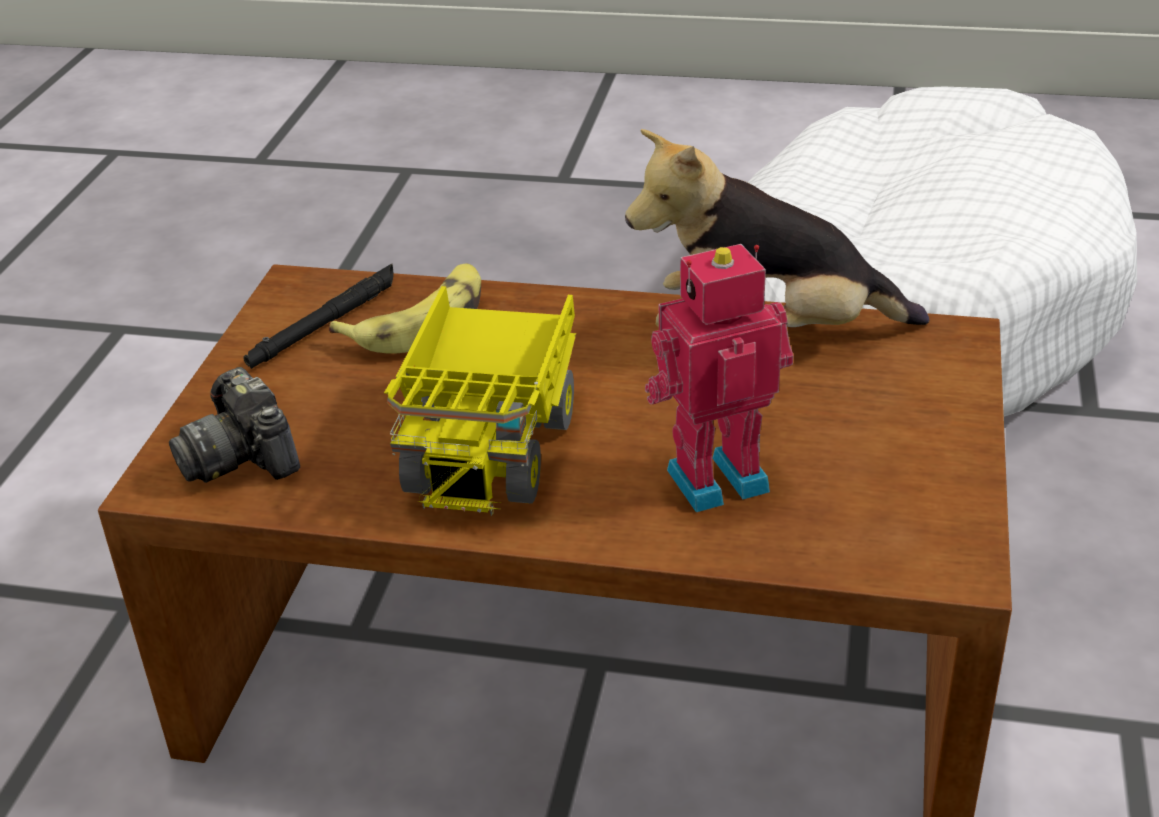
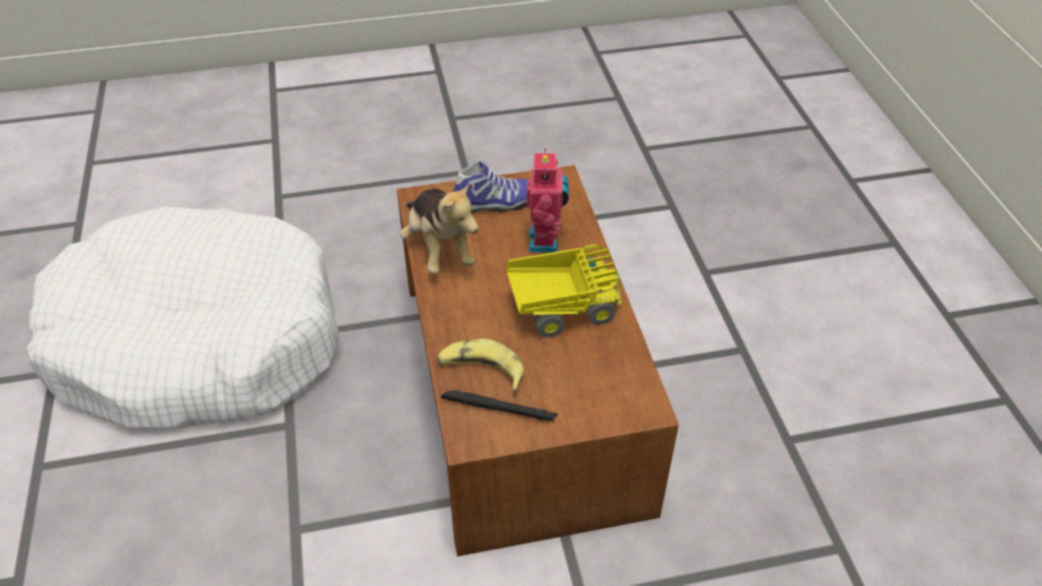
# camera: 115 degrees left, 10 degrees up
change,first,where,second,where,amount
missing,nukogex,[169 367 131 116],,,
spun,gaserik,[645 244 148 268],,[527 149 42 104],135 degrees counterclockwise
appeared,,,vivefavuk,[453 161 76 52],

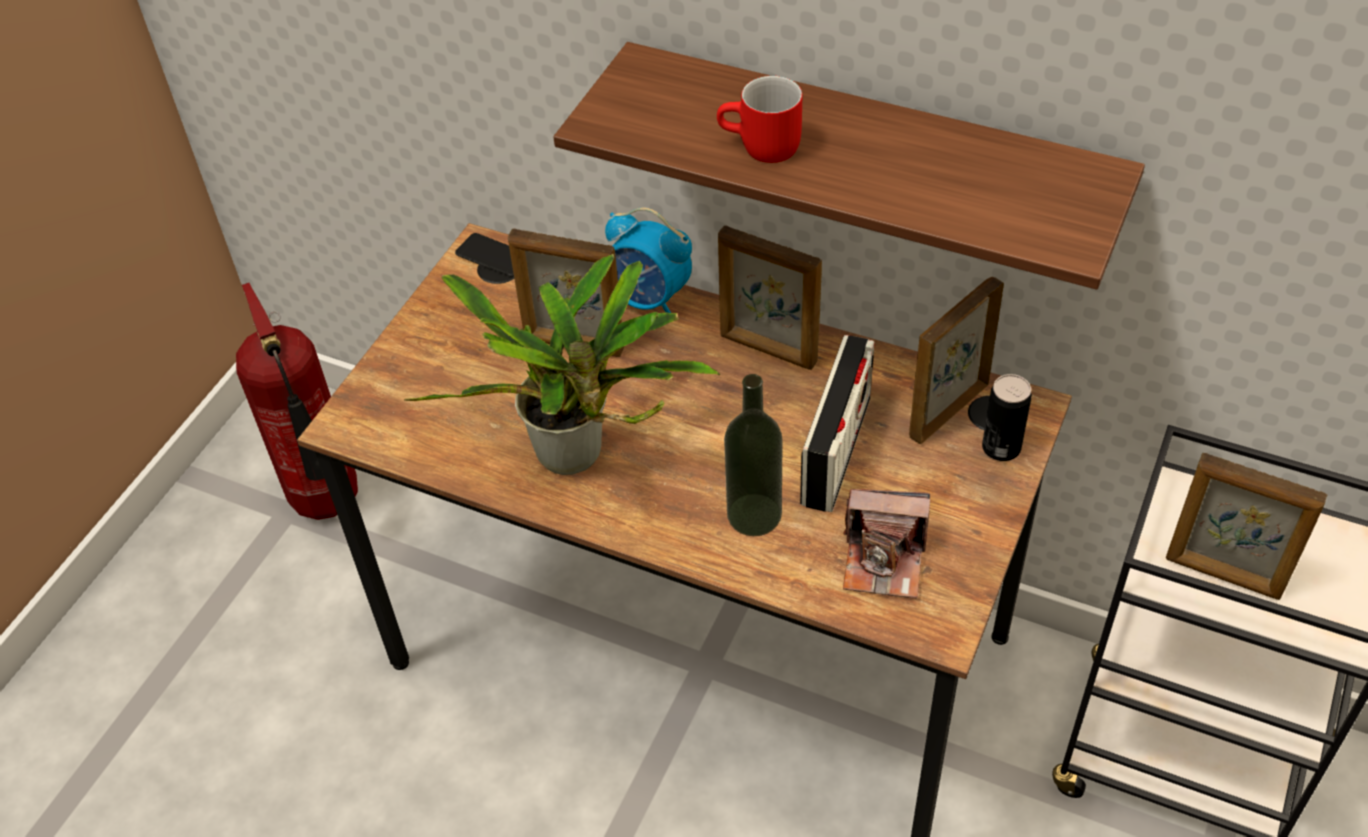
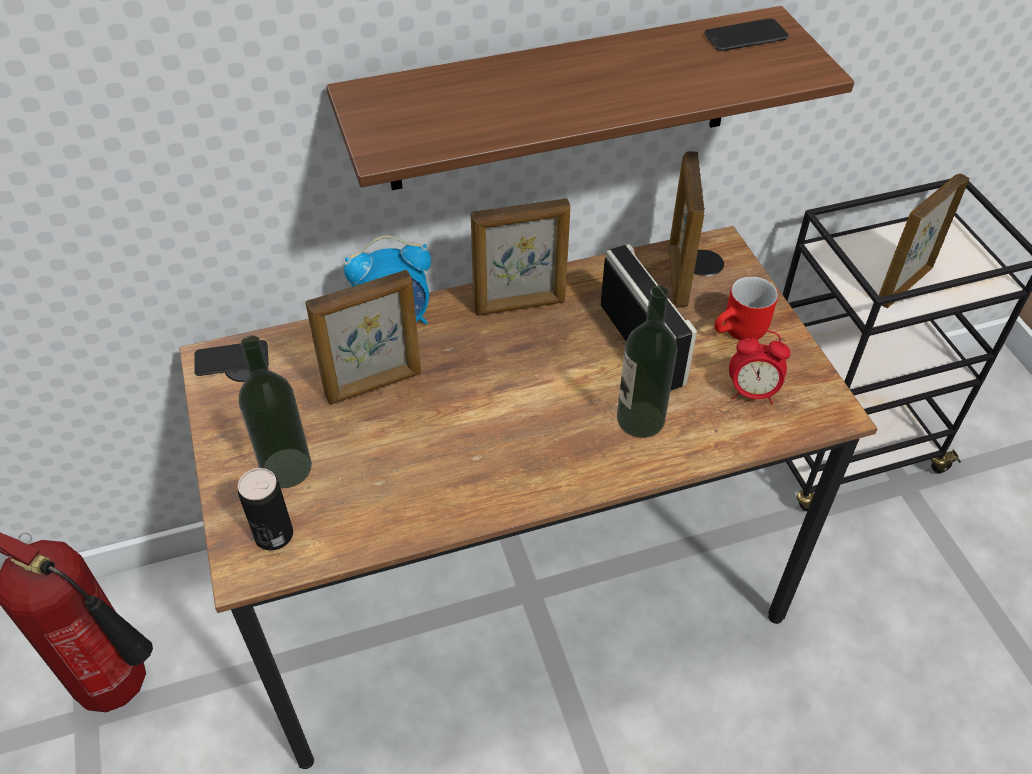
# camera: 45 degrees left, 0 degrees up
change,first,where,second,where,amount
missing,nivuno,[404 254 317 221],,,
relocated,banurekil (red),[717 76 85 87],,[714 276 64 64],
exchanged,nukogex,[843 489 87 110],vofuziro,[729 330 61 75],
relocated,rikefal,[982 374 50 87],,[238 468 55 83],
spun,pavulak,[1166 452 161 148],,[879 173 90 135],150 degrees clockwise
appeared,,,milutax,[239 335 73 153],
appeared,,,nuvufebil,[704 18 85 33],

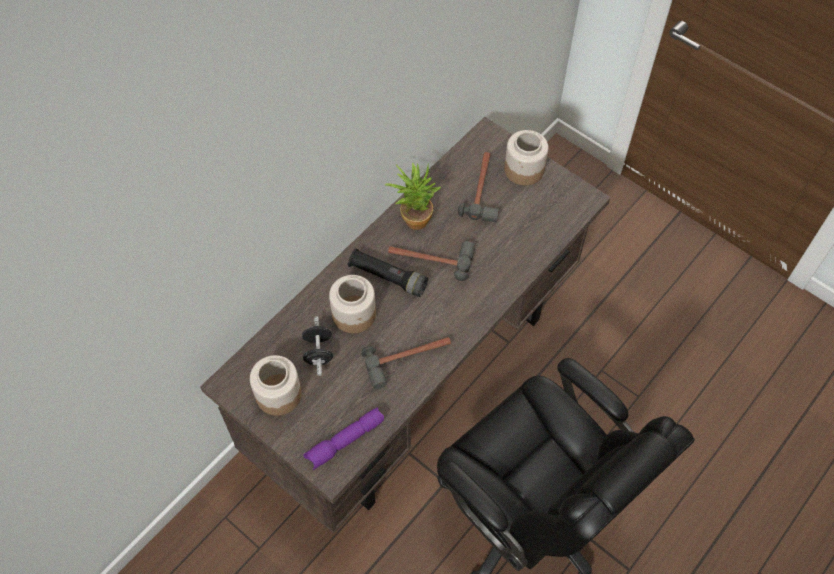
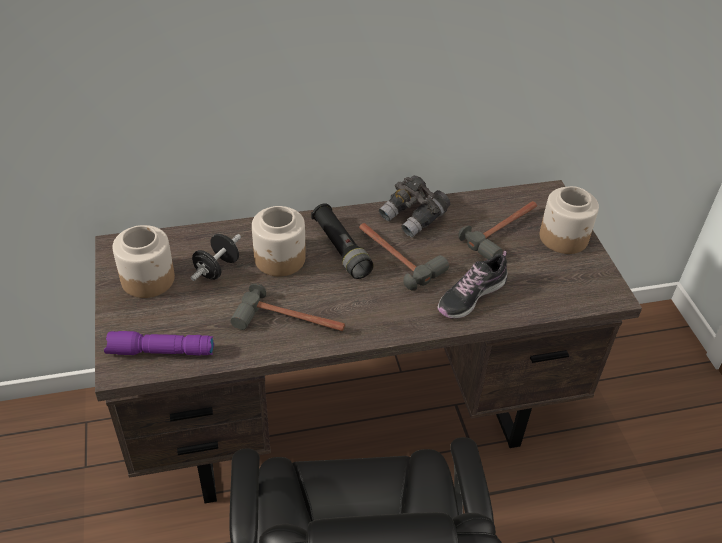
# camera: 35 degrees right, 15 degrees down
change,first,where,second,where,amount
exchanged,nivuno,[384 162 57 68],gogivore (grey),[379 175 71 62],
appeared,,,vivefavuk,[437 251 70 68],

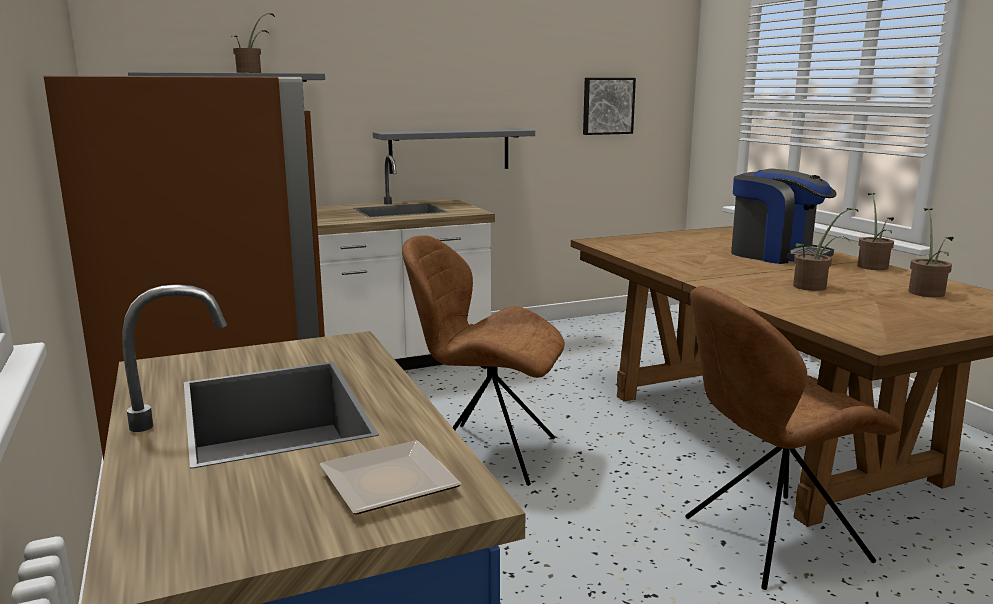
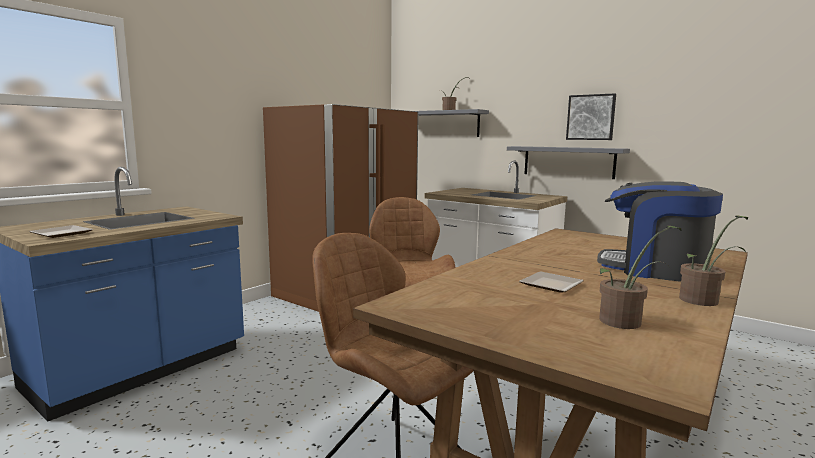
# camera: 60 degrees right, 5 degrees down
change,first,where,second,where,amount
relocated,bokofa,[583 78 53 57],,[566 93 50 47],
spun,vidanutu,[731 169 106 95],,[597 181 126 101],105 degrees clockwise
exchanged,nivuno,[793 208 65 83],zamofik,[519 271 65 22],

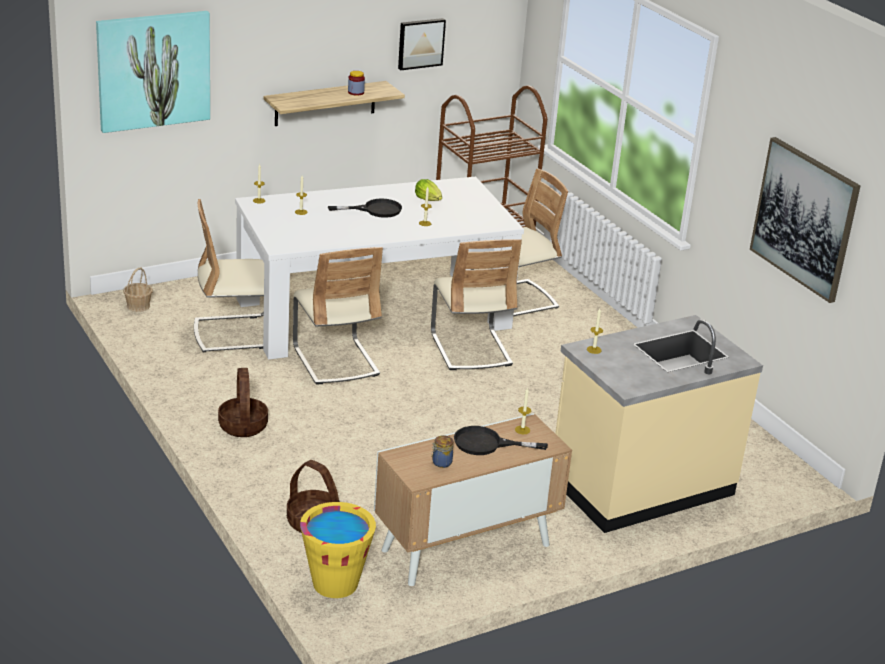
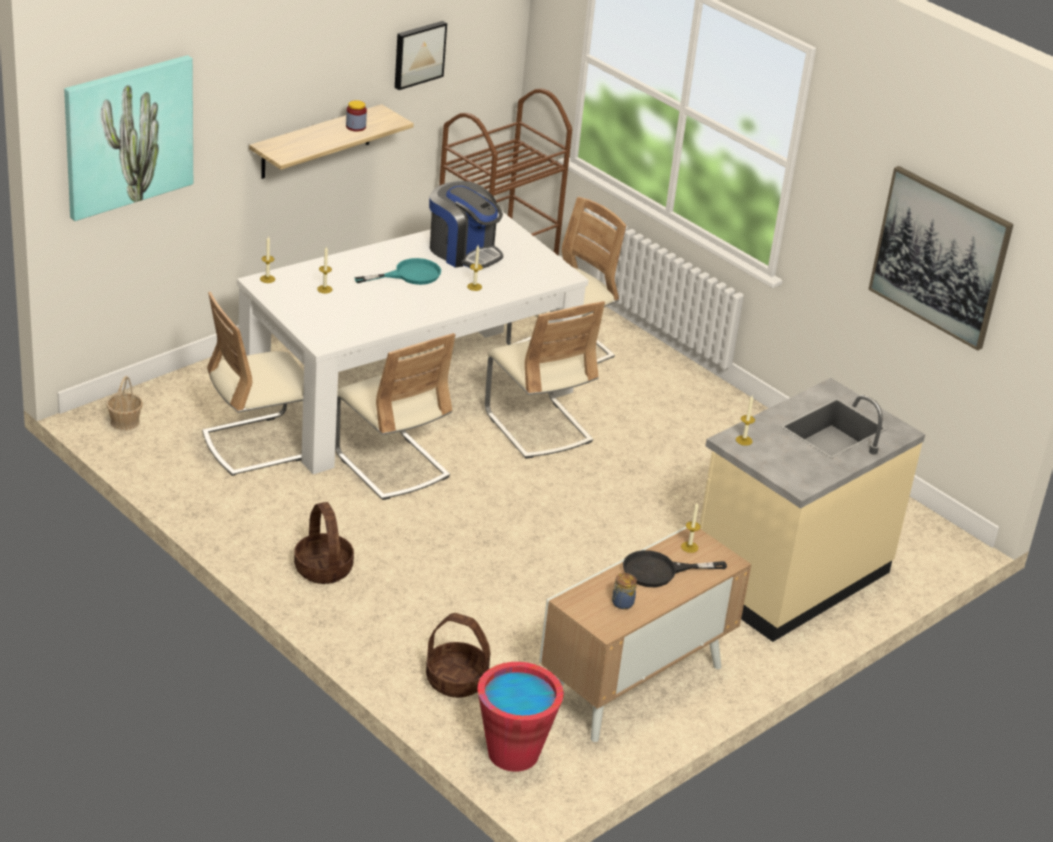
# camera: 15 degrees left, 5 degrees up
change,first,where,second,where,amount
colour,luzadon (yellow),[300 502 76 96],luzadon (red),[477 662 87 110],
colour,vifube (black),[328 198 74 20],vifube (turquoise),[354 258 87 27],
exchanged,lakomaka,[415 179 27 22],vidanutu,[429 181 74 88],

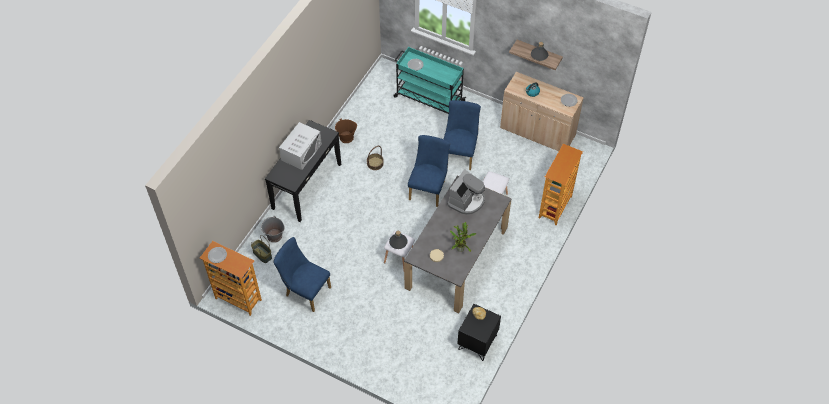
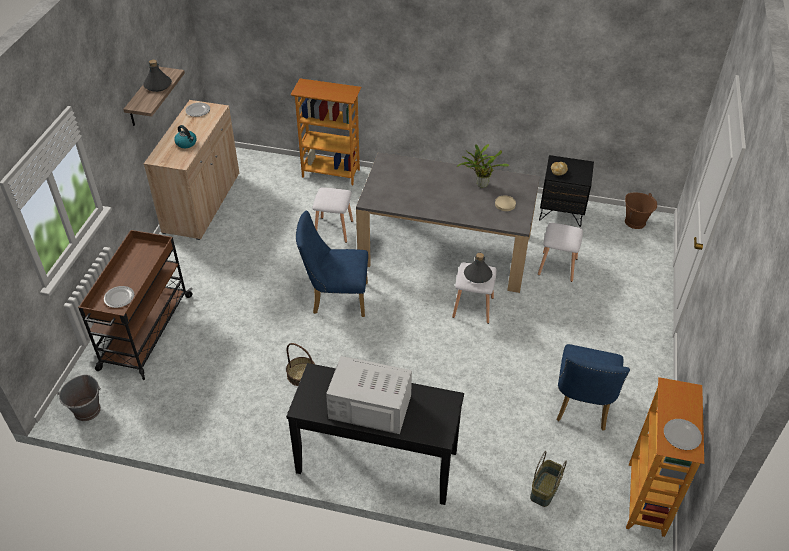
# camera: 105 degrees left, 10 degrees down
change,first,where,second,where,amount
relocated,luzadon (grey),[261 216 24 27],,[57 374 44 47],
relocated,luzadon (brown),[335 119 22 24],,[625 193 32 36],
colour,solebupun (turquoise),[393 47 73 67],solebupun (brown),[78 230 115 150],
missing,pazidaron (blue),[444 100 37 70],,,
missing,vidanutu,[448 169 37 46],,,
appeared,,,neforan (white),[538 223 45 59],

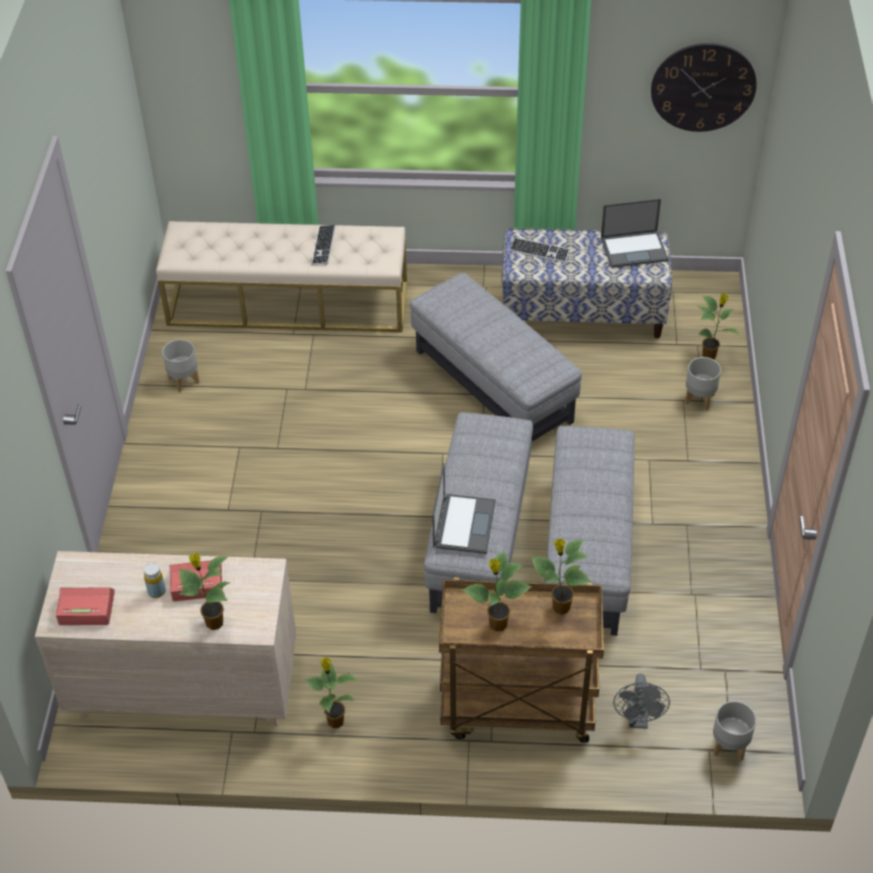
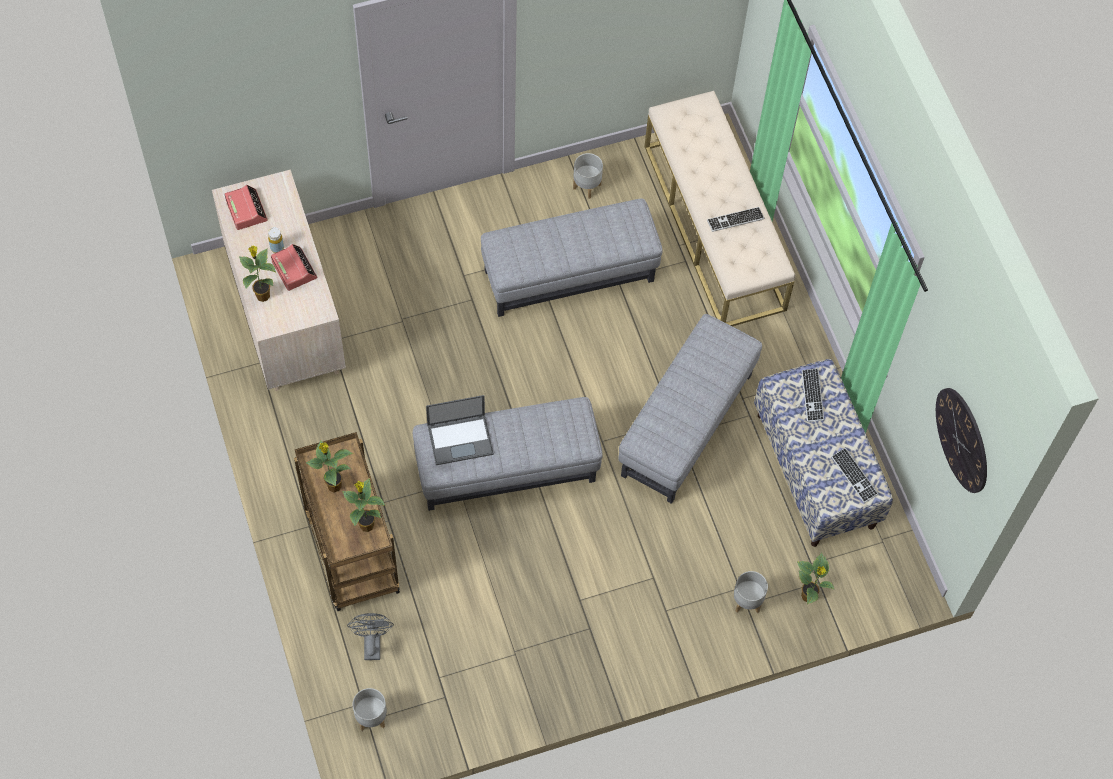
# camera: 65 degrees right, 15 degrees up
change,first,where,second,where,amount
missing,nivuno,[305 658 53 70],,,
relocated,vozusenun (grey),[546 426 88 210],,[481 199 182 118],
exchanged,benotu,[601 199 67 69],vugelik,[831 448 47 55],
spun,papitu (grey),[613 673 57 56],,[347 613 47 47],105 degrees clockwise

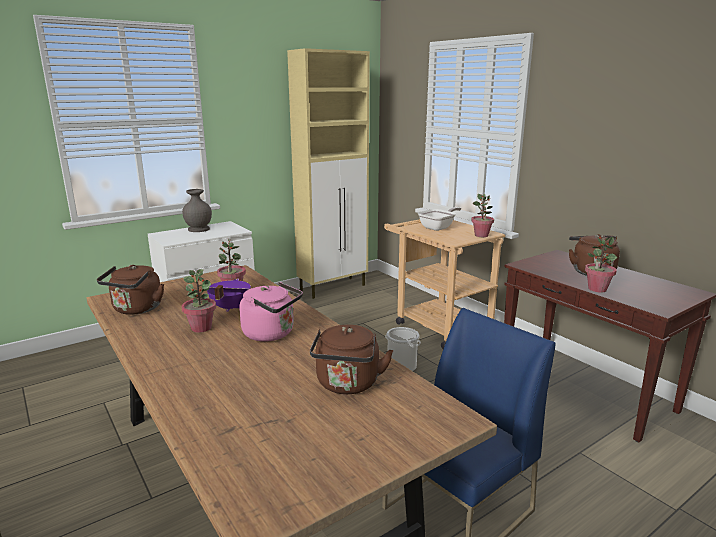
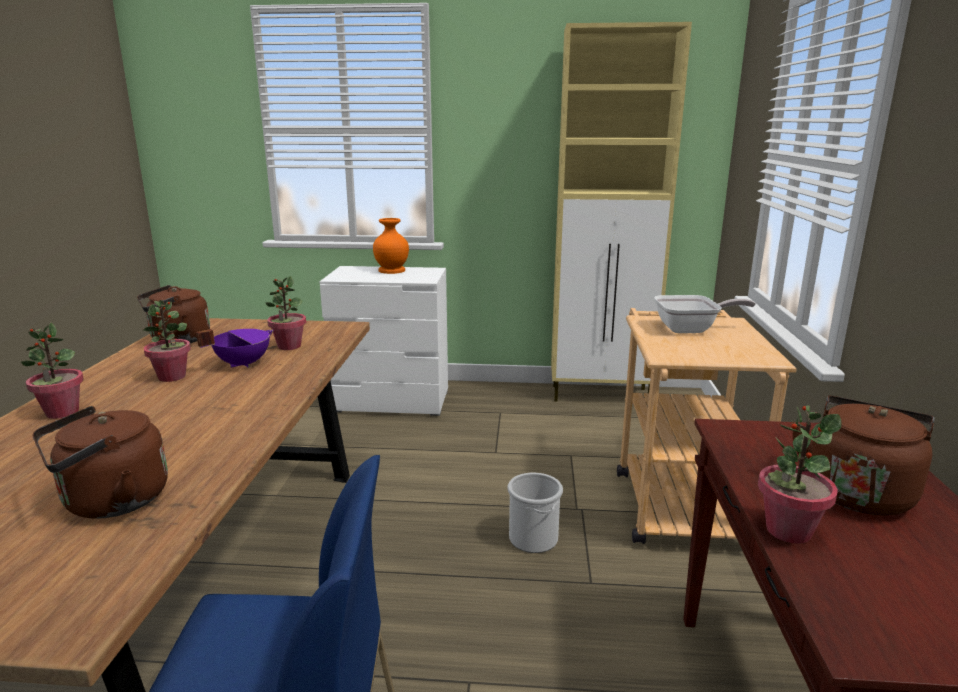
# camera: 40 degrees right, 0 degrees up
change,first,where,second,where,amount
colour,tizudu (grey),[182 189 30 43],tizudu (orange),[373 218 36 56],
missing,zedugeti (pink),[239 282 64 60],,,
relocated,nivuno,[471 194 23 43],,[21 323 63 96],

